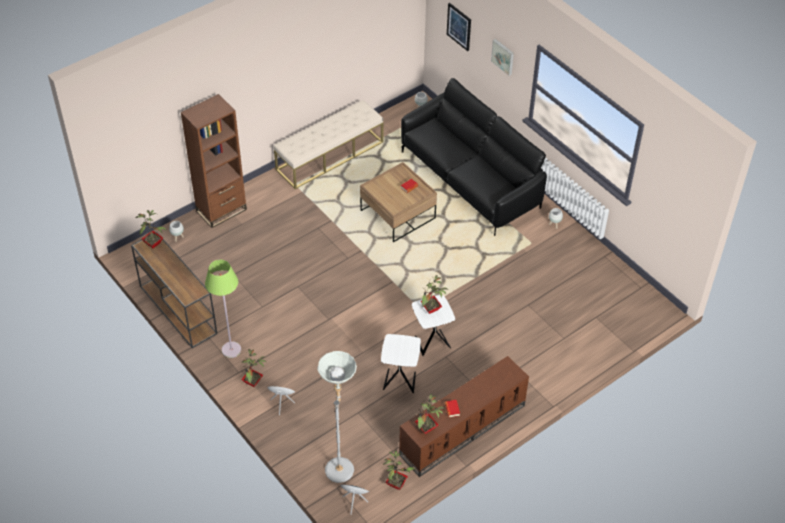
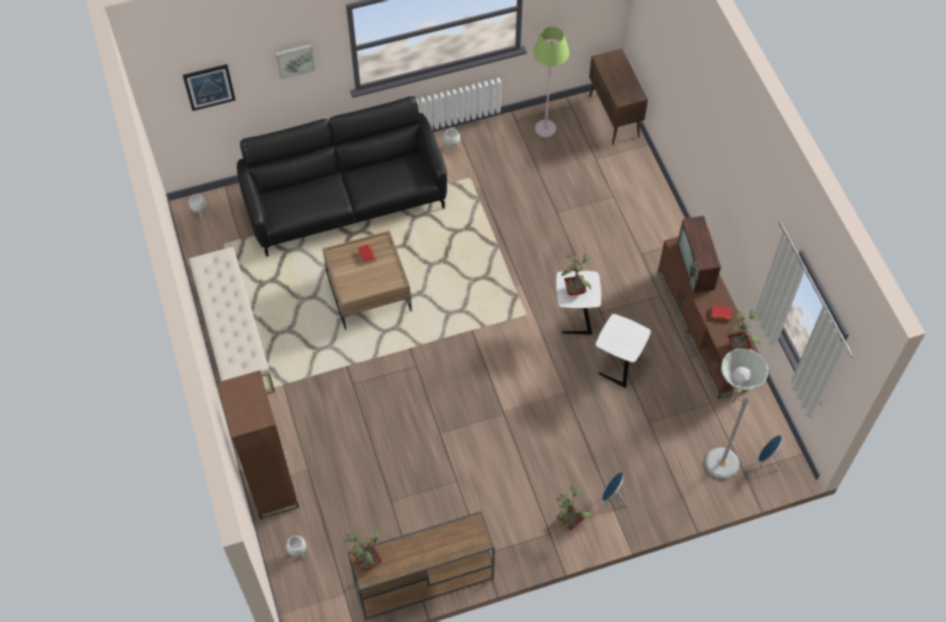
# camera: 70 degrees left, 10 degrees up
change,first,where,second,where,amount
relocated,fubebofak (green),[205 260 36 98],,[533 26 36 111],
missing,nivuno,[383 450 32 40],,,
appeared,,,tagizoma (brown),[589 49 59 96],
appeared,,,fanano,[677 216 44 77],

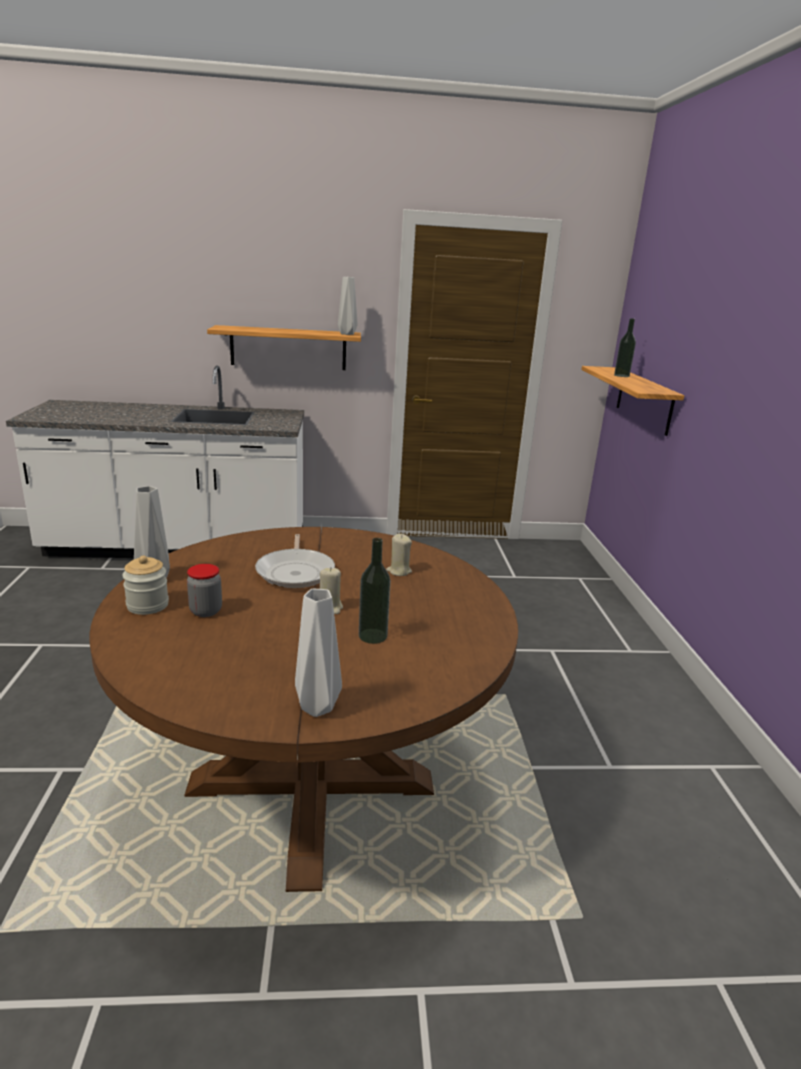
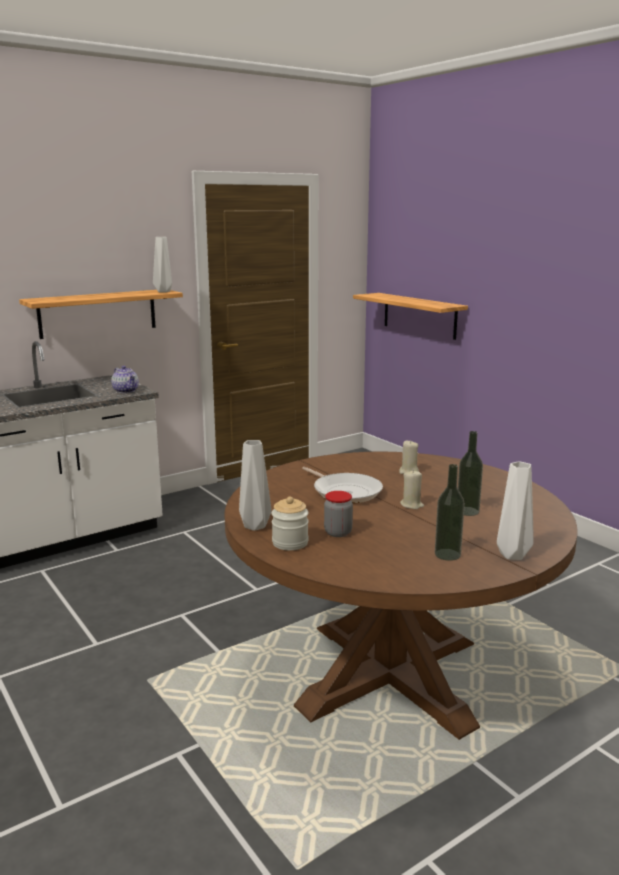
# camera: 30 degrees left, 5 degrees down
change,first,where,second,where,amount
relocated,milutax,[614 318 22 59],,[435 464 30 97],
appeared,,,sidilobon,[111 366 28 27],

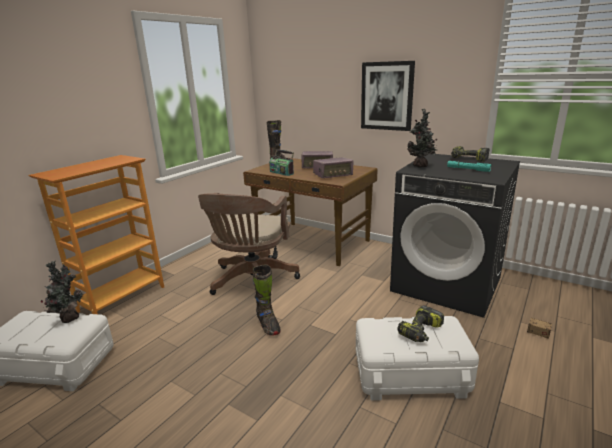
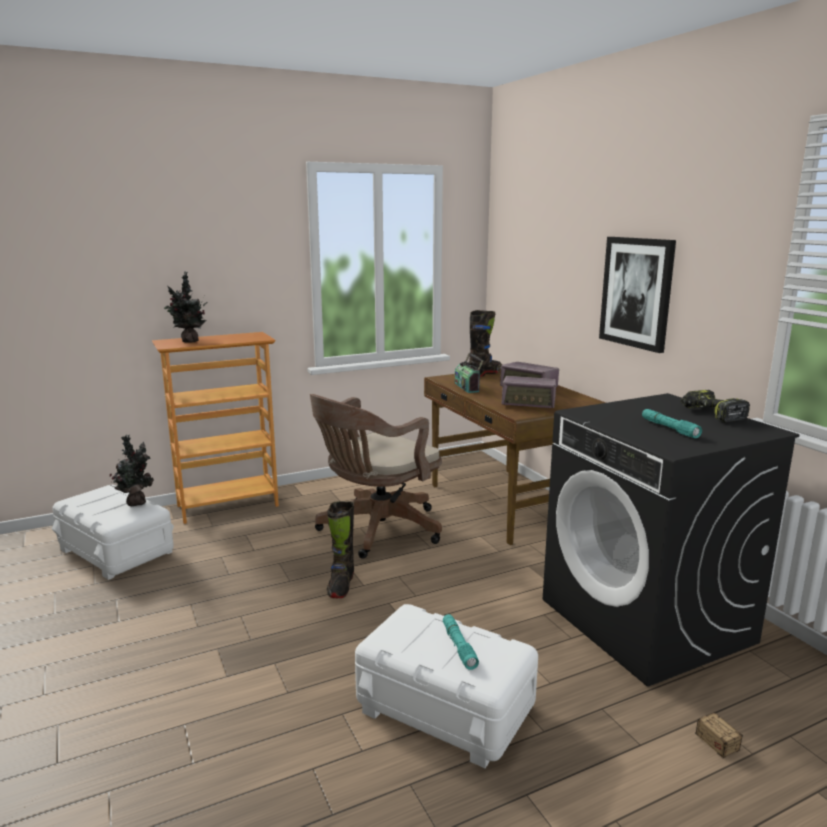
# camera: 30 degrees right, 5 degrees down
change,first,where,second,where,amount
exchanged,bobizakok,[397 305 47 37],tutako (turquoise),[443 614 36 56],
relocated,nivuno,[407 109 31 59],,[164 271 43 72],

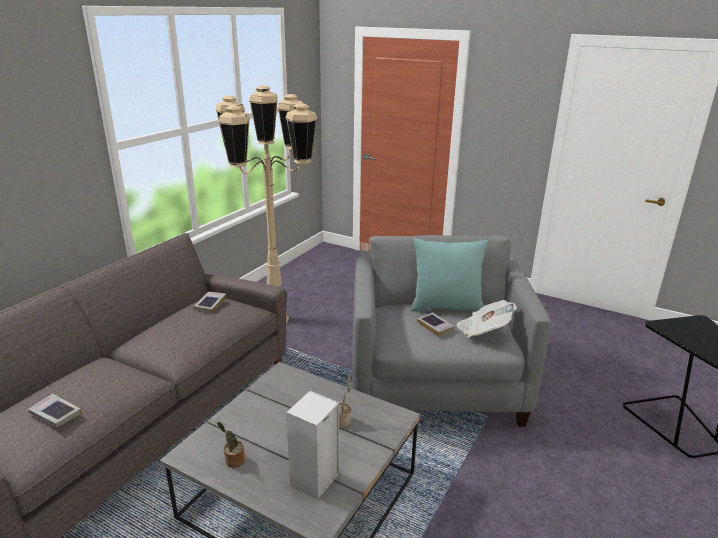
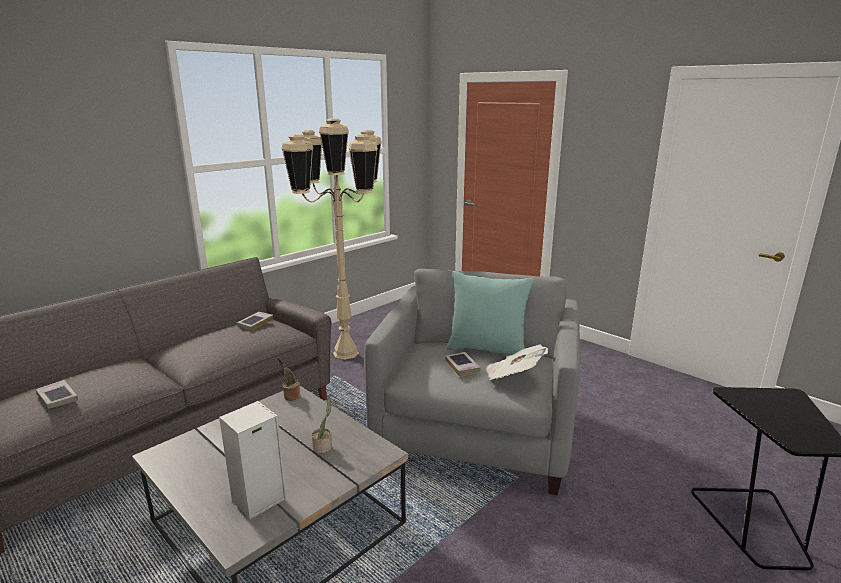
# camera: 15 degrees right, 5 degrees down
change,first,where,second,where,amount
relocated,nivuno,[217 422 28 46],,[277 357 24 44],

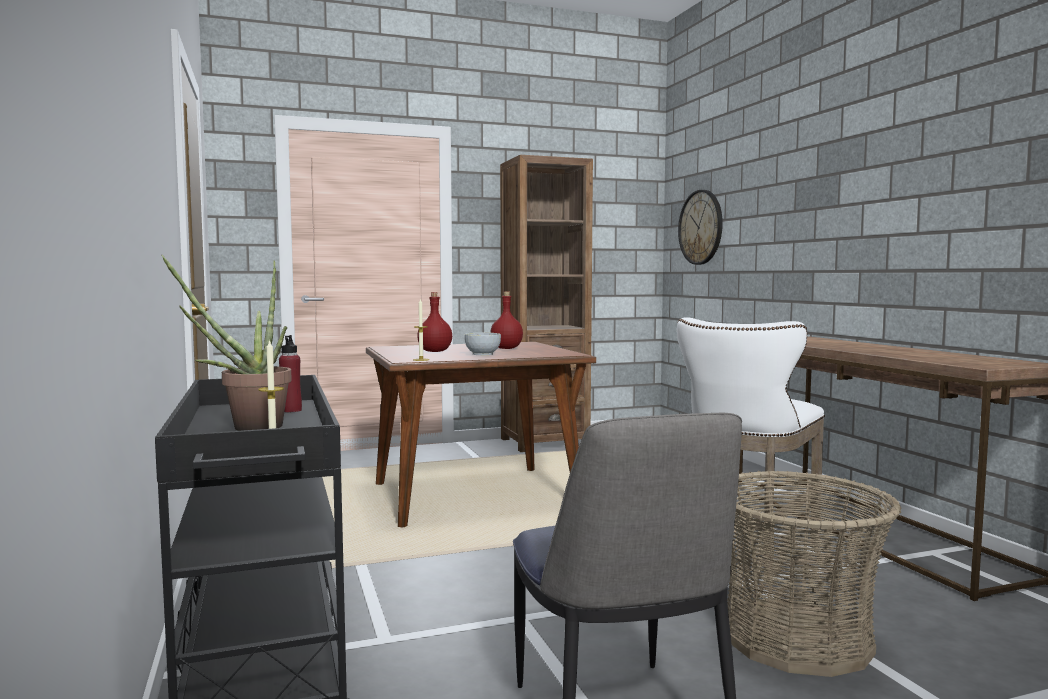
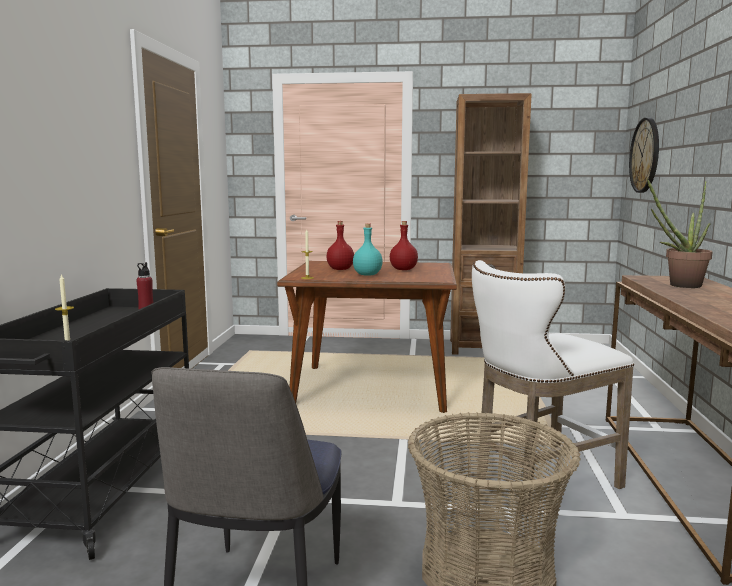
# camera: 25 degrees right, 5 degrees up
change,first,where,second,where,amount
relocated,nivuno,[161 255 131 176],,[647 178 66 110],
exchanged,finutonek,[465 333 36 22],milutax (turquoise),[353 224 30 52],

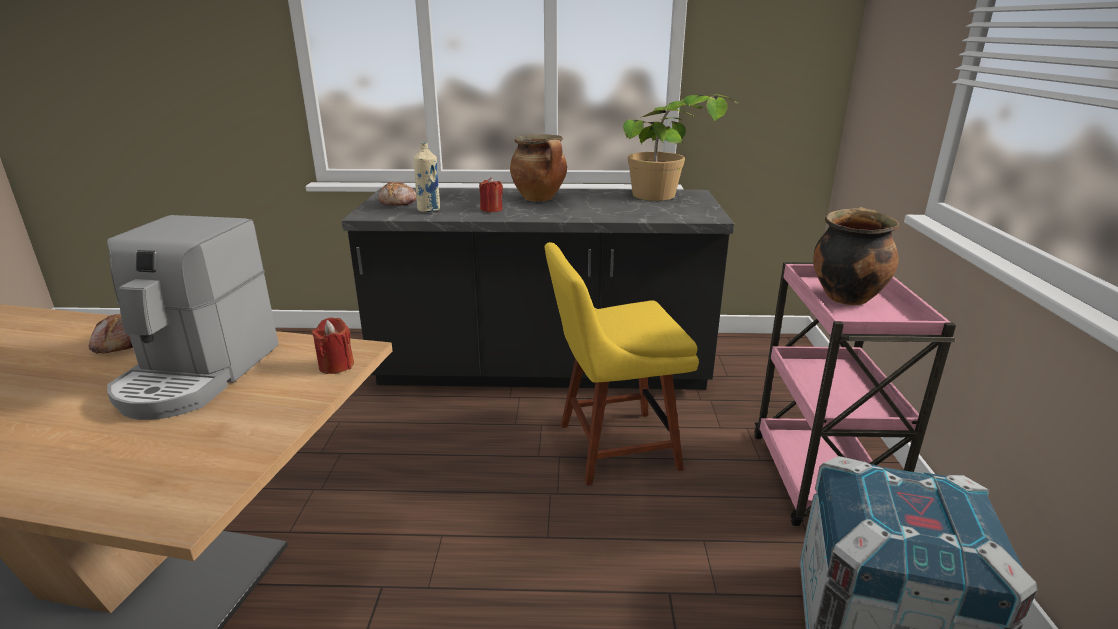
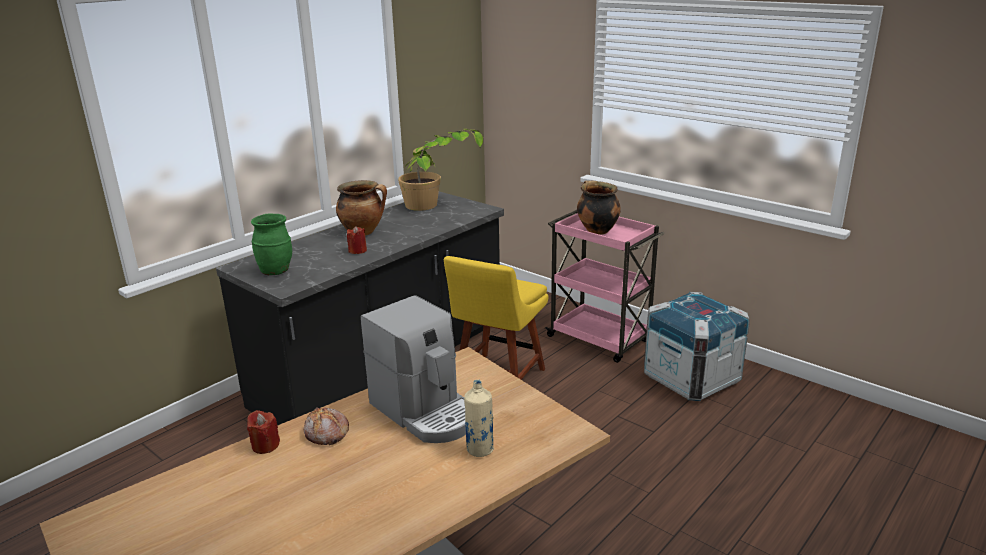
# camera: 50 degrees left, 0 degrees up
change,first,where,second,where,amount
relocated,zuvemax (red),[311 317 43 57],,[247 410 33 44],
exchanged,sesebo,[378 182 39 23],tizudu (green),[251 214 41 61],
relocated,milutax (beige),[413 143 27 69],,[464 379 30 78],

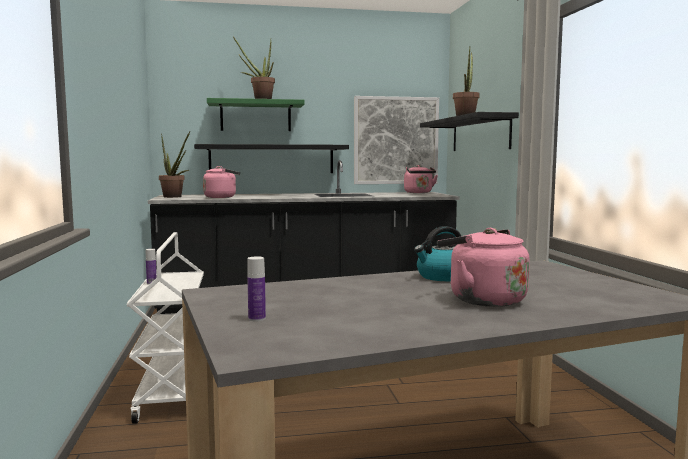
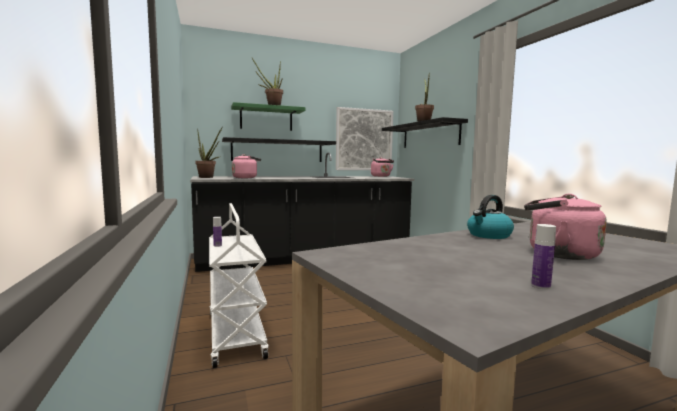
# camera: 10 degrees left, 0 degrees up
change,first,where,second,where,amount
relocated,milutax,[247 256 19 65],,[531 224 25 65],

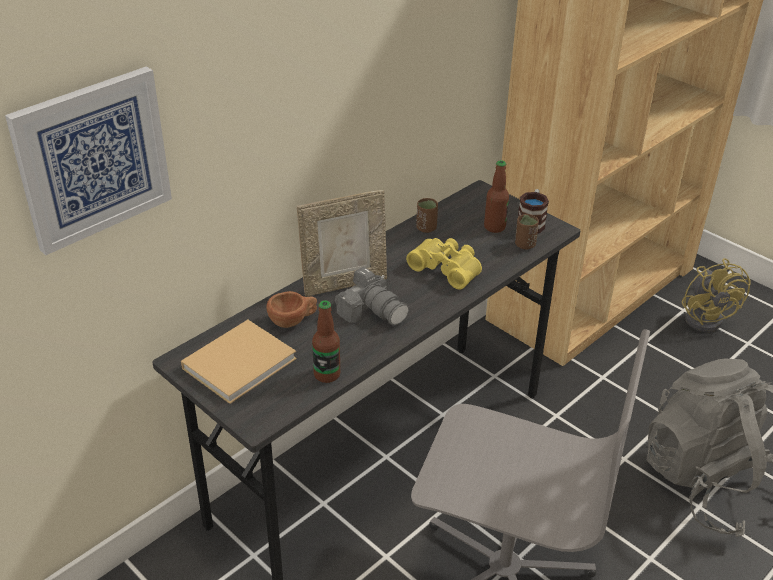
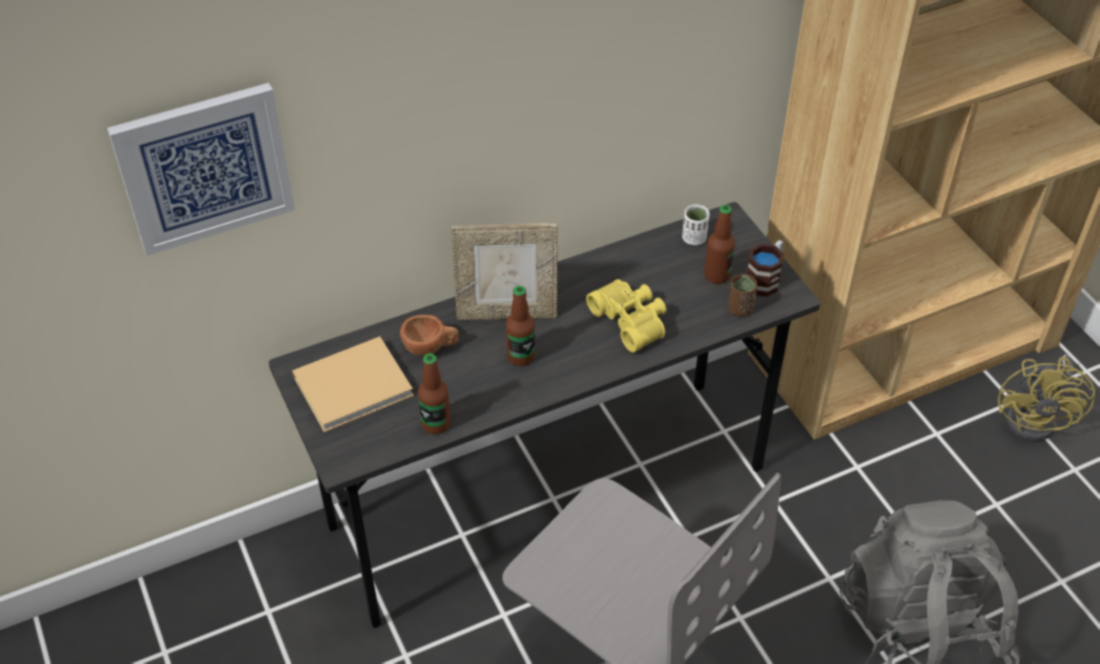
# camera: 20 degrees right, 10 degrees up
change,first,where,second,where,amount
exchanged,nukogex,[335 267 74 58],milutax,[506 286 29 80],
missing,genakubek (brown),[416 198 22 35],,,
appeared,,,genakubek (white),[682 204 28 41],

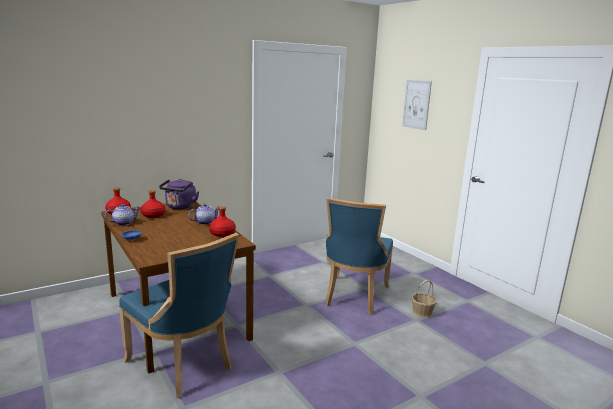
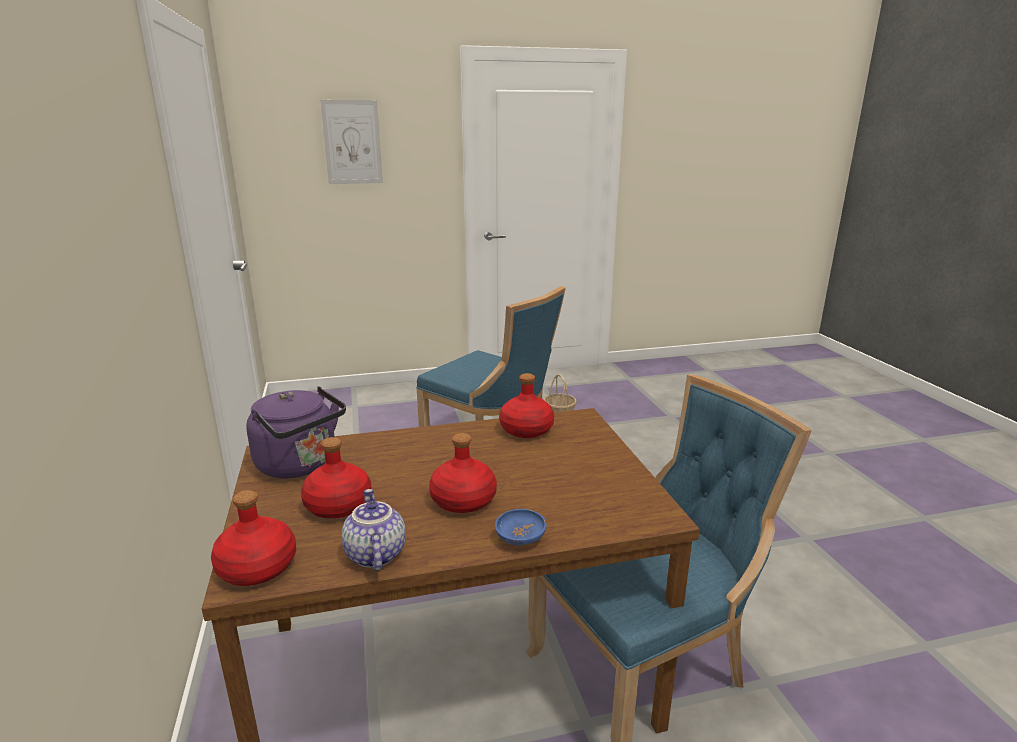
# camera: 70 degrees left, 5 degrees up
change,first,where,second,where,amount
missing,sidilobon,[188 204 32 21],,,
appeared,,,milutax (red),[429 433 68 80],

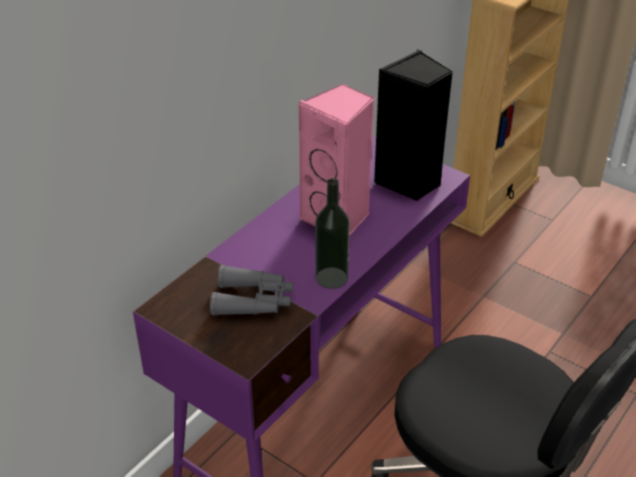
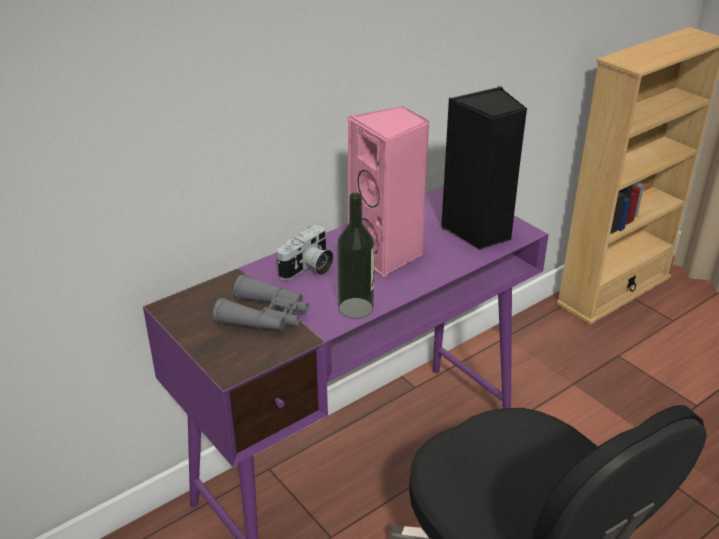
# camera: 15 degrees right, 5 degrees down
change,first,where,second,where,amount
appeared,,,nukogex,[277 225 57 55],

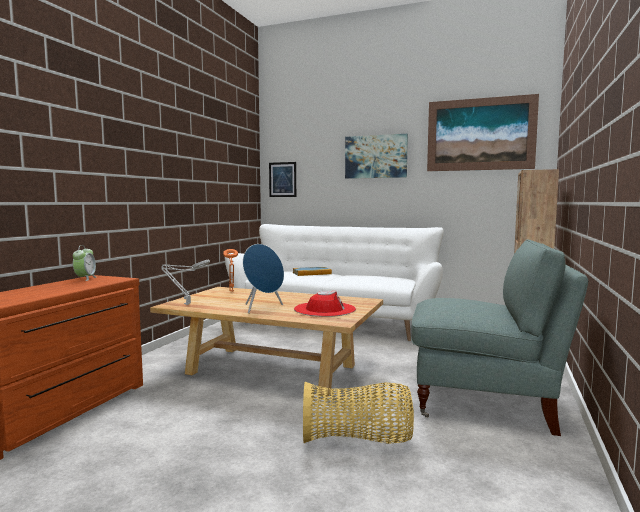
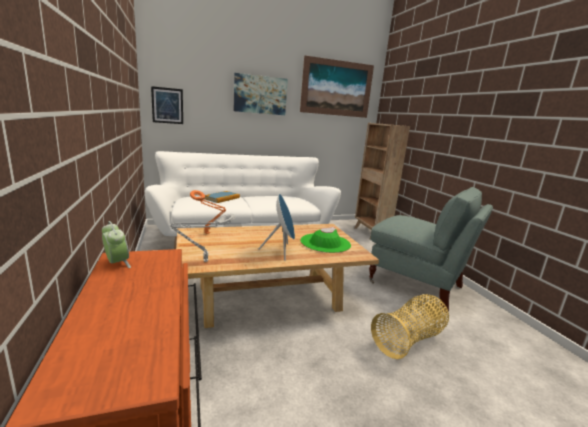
# camera: 40 degrees left, 10 degrees up
change,first,where,second,where,amount
colour,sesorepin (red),[294 291 62 26],sesorepin (green),[300 227 51 26],
spun,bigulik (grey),[411 239 177 197],,[369 187 124 125],60 degrees clockwise

